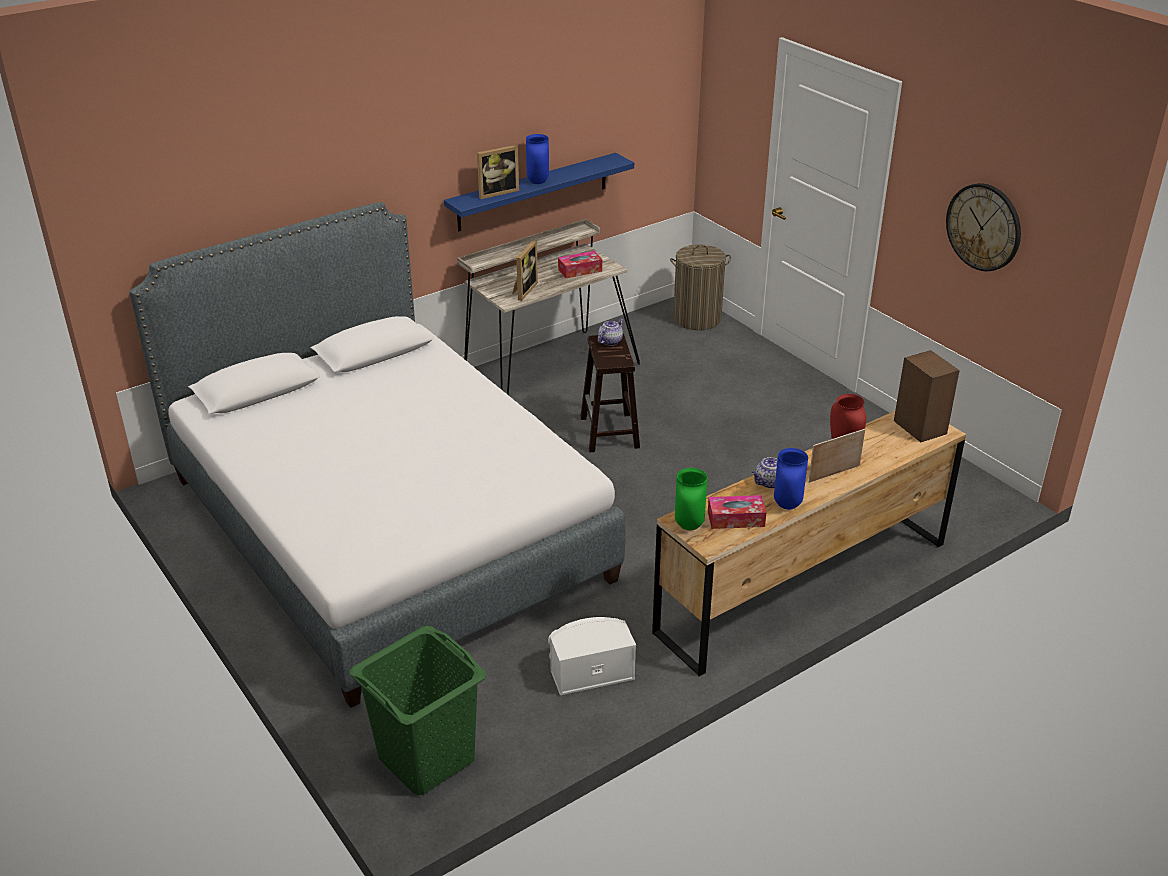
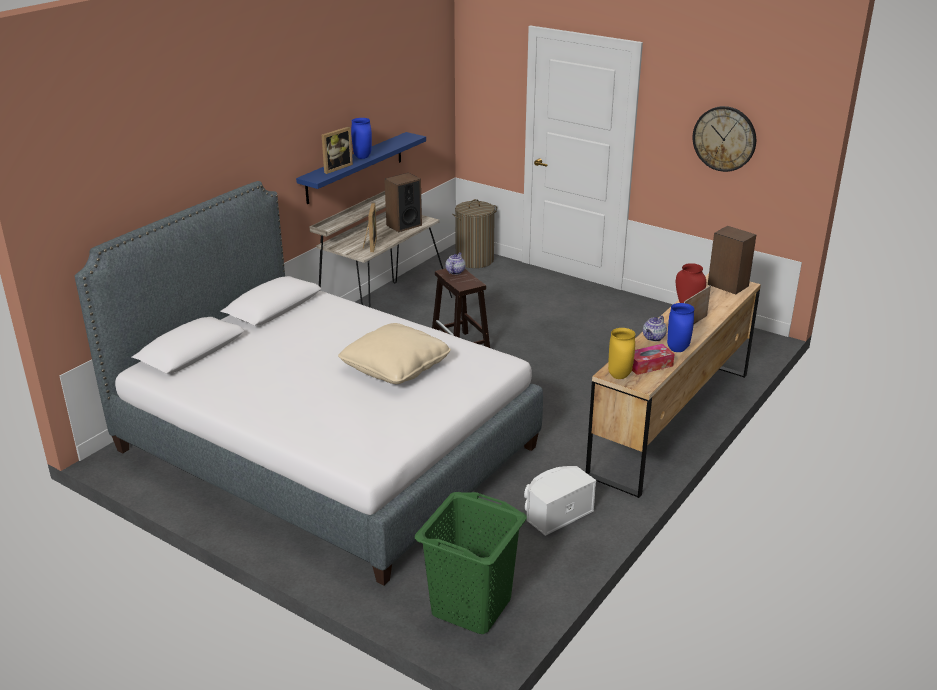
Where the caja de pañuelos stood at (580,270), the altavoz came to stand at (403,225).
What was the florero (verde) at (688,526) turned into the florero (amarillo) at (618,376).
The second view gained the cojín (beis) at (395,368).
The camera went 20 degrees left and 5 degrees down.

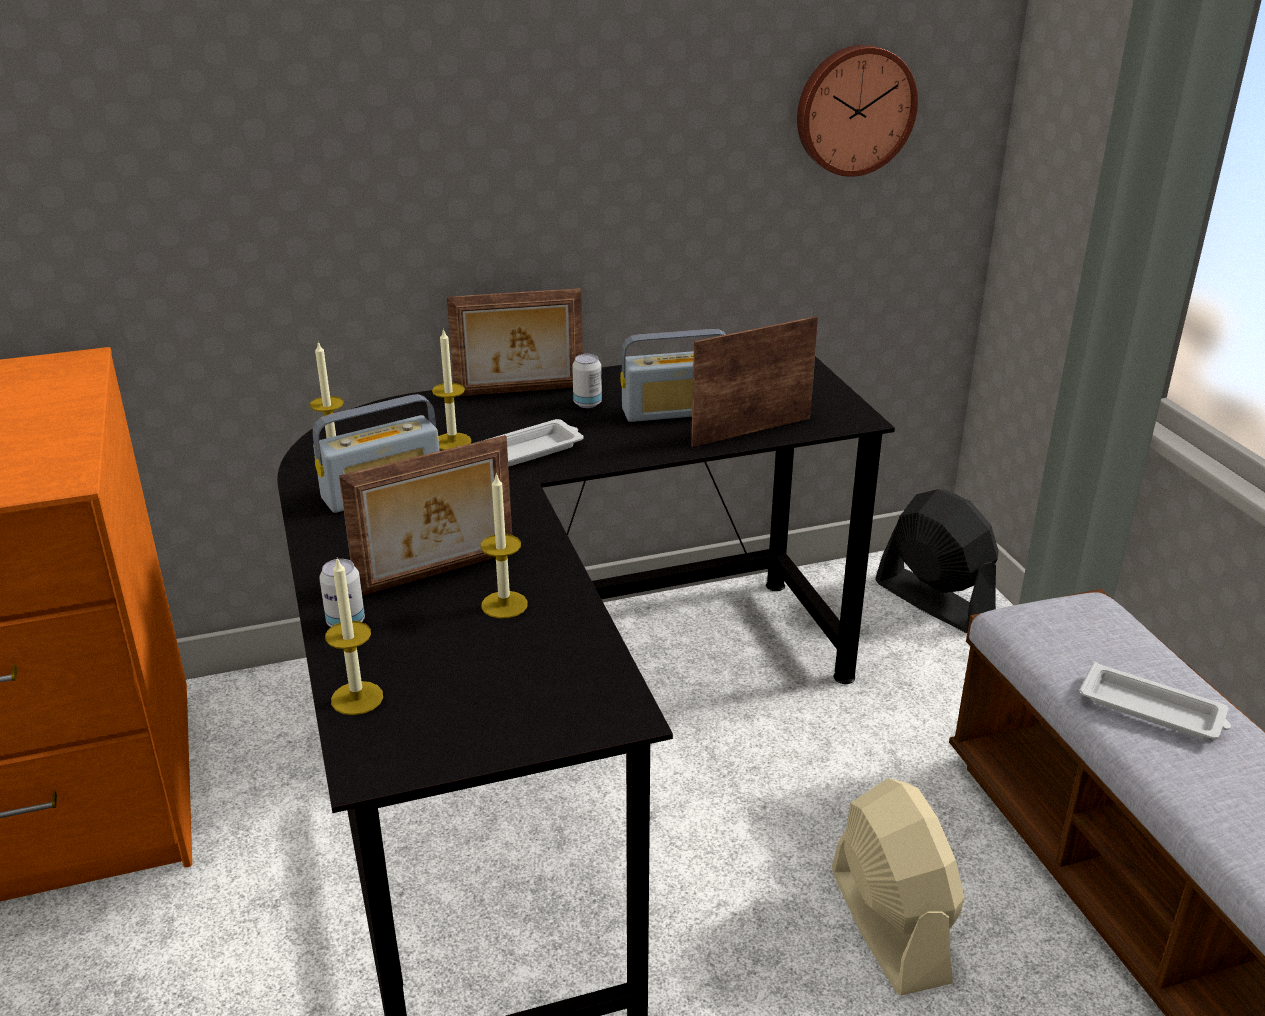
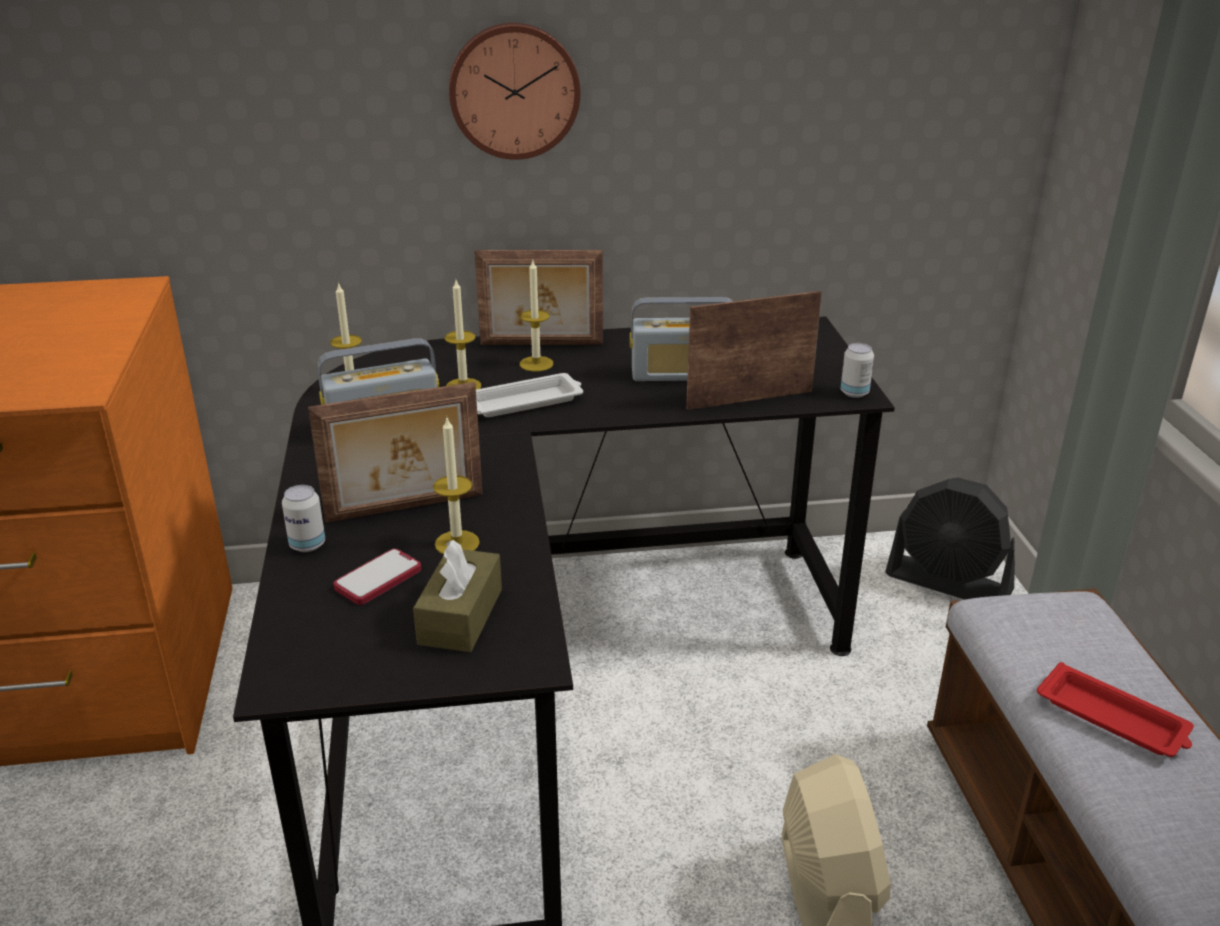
The reloj de pared ended up elsewhere, having gone from (854,110) to (514,90).
The lata ended up elsewhere, having gone from (587,403) to (854,393).
The ventilador (negro) at (933,600) ended up facing another way, 150 degrees clockwise from before.
The vela ended up elsewhere, having gone from (357,698) to (536,364).
What was the bandeja (blanco) at (1153,710) turned into the bandeja (rojo) at (1114,719).
The second view gained the caja de pañuelos (marrón) at (460,616).
The second view gained the móvil at (378,579).
The camera went 10 degrees right and 0 degrees up.

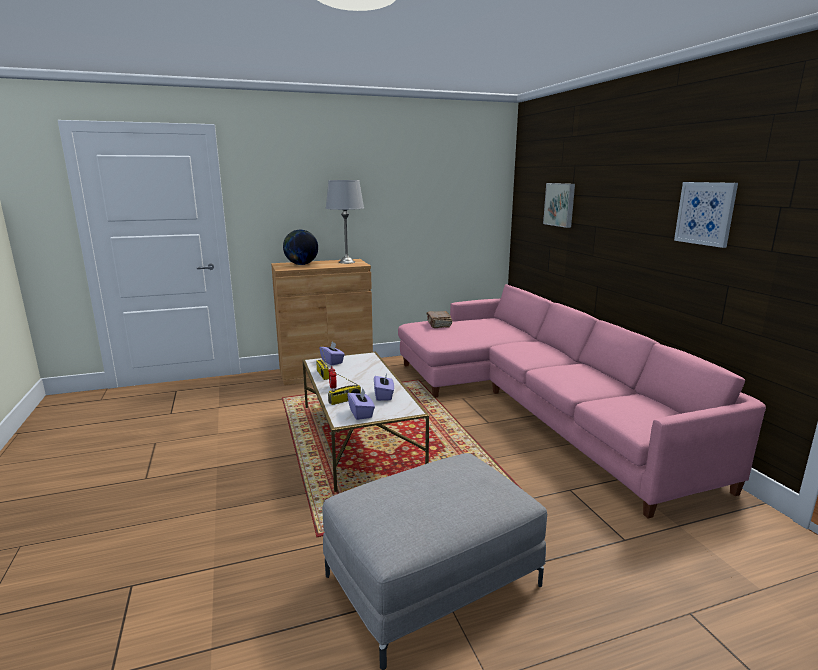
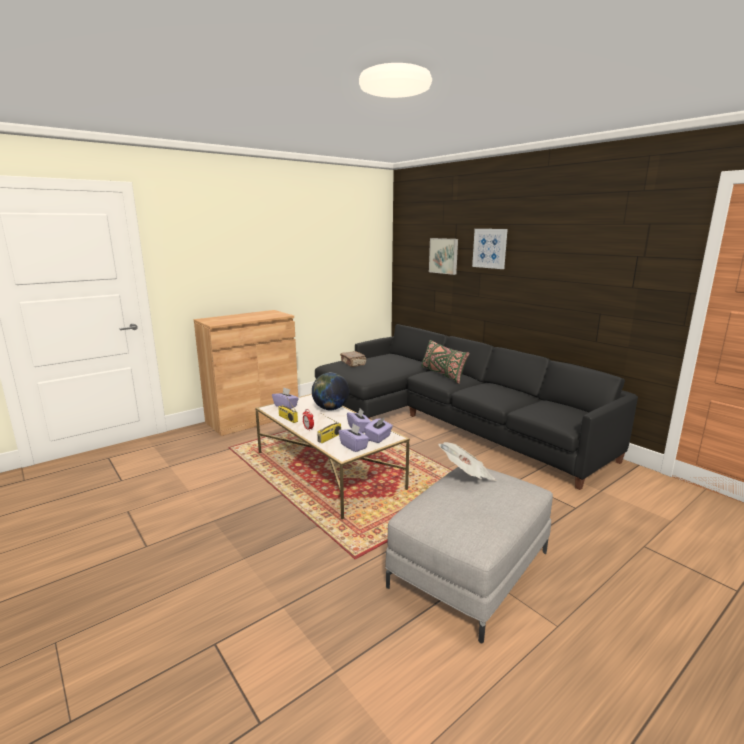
The second view lost the lámpara de mesa (gris) at (346,262).
The cuadro ended up elsewhere, having gone from (705,213) to (490,248).
The globo terráqueo ended up elsewhere, having gone from (301,264) to (330,409).
What was the sofá (rosa) at (532,402) turned into the sofá (negro) at (446,419).
The second view gained the cojín (verde) at (442,374).
The second view gained the caja de pañuelos (morado) at (378,438).
The second view gained the periódico at (466,475).
The camera went 20 degrees left and 0 degrees up.

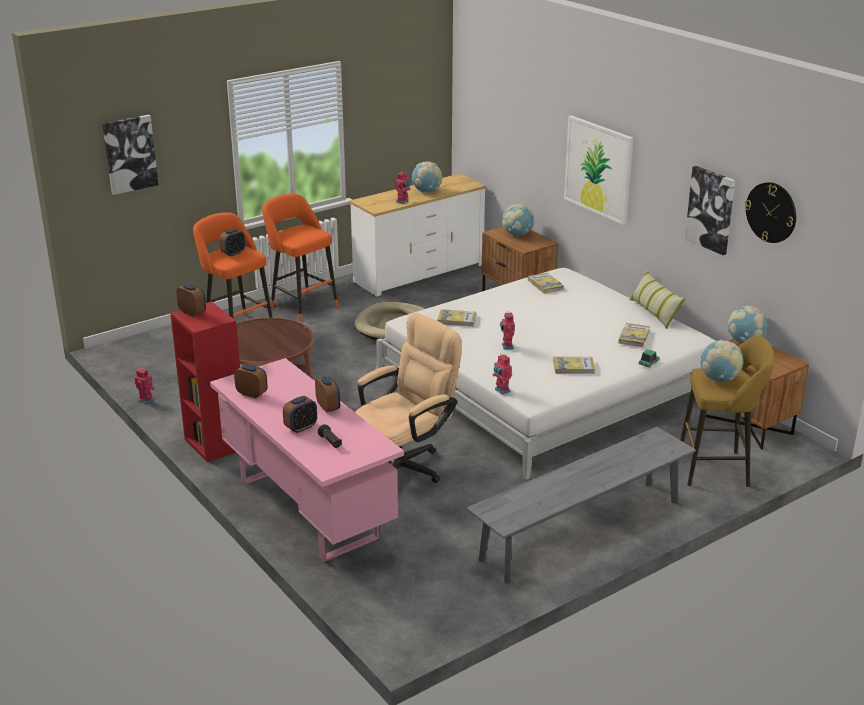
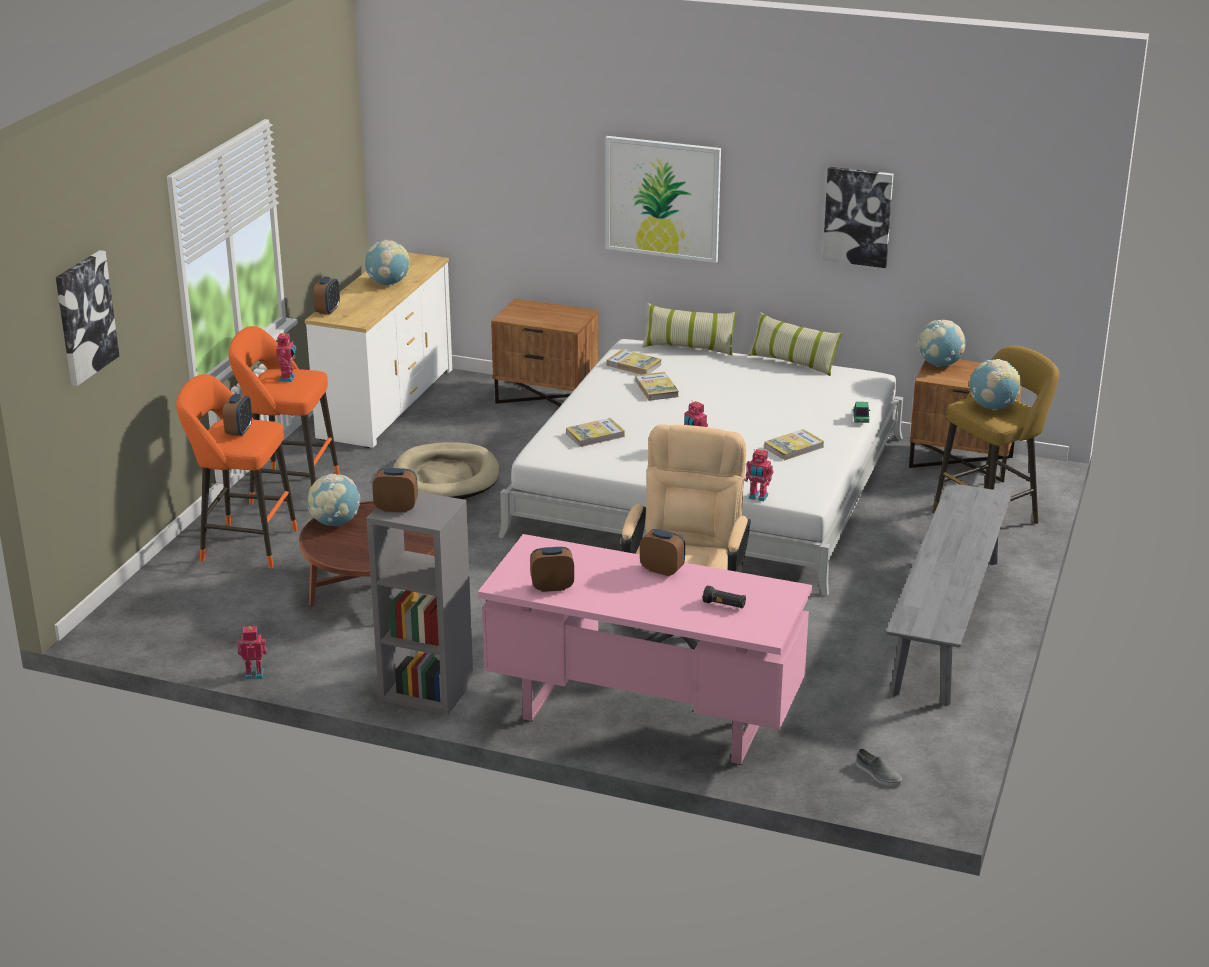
The robot de juguete ended up elsewhere, having gone from (403,202) to (288,378).
The second view lost the reloj de pared at (771,212).
The globo terráqueo ended up elsewhere, having gone from (517,234) to (335,523).
What was the estantería (rojo) at (214,444) turned into the estantería (gris) at (425,690).
The libro ended up elsewhere, having gone from (634,337) to (656,389).
The despertador ended up elsewhere, having gone from (301,428) to (328,310).
The second view gained the cojín at (688,347).
The second view gained the zapato (gris) at (878,774).
The camera went 35 degrees left and 0 degrees up.

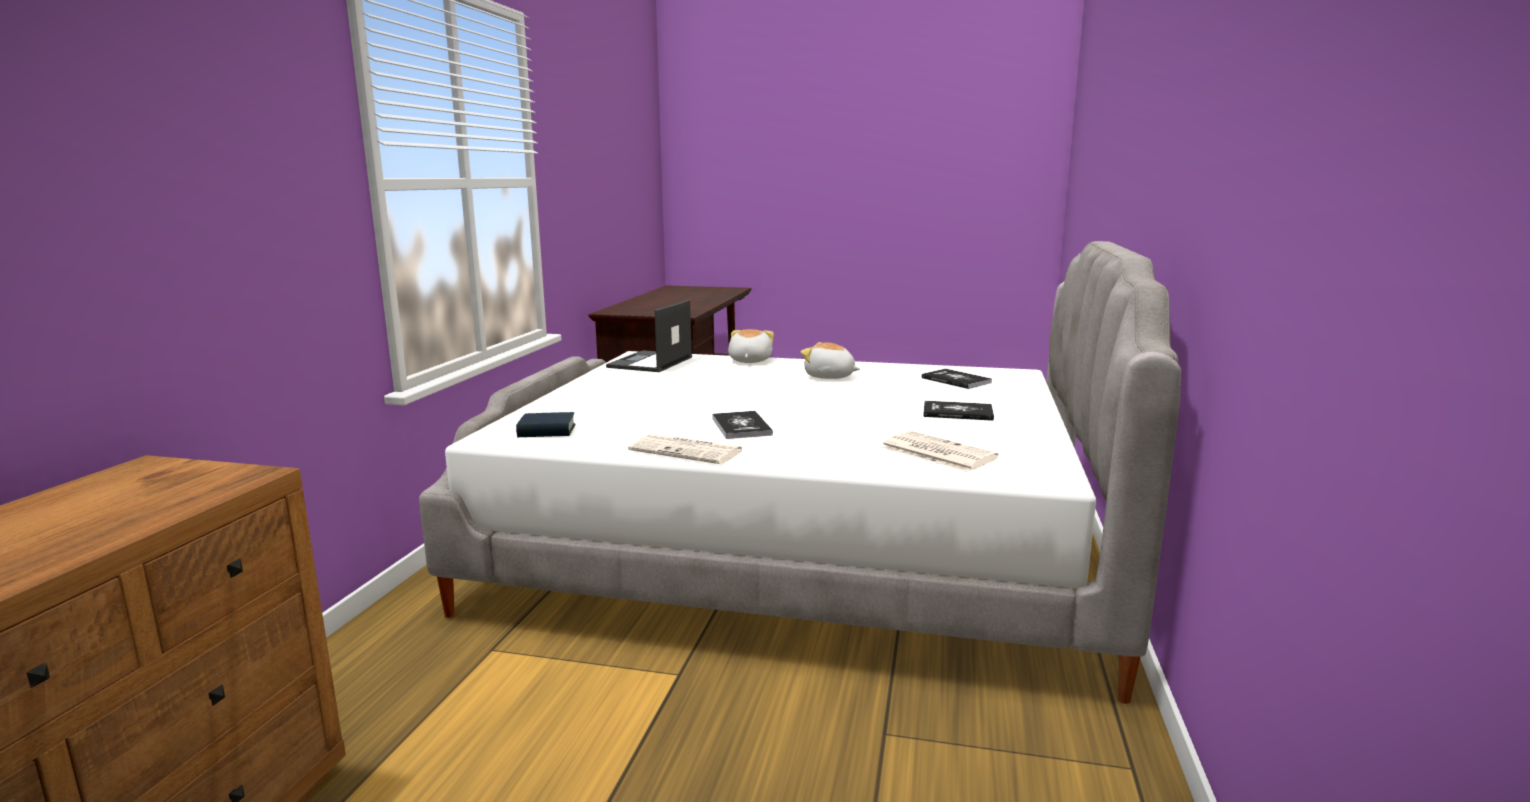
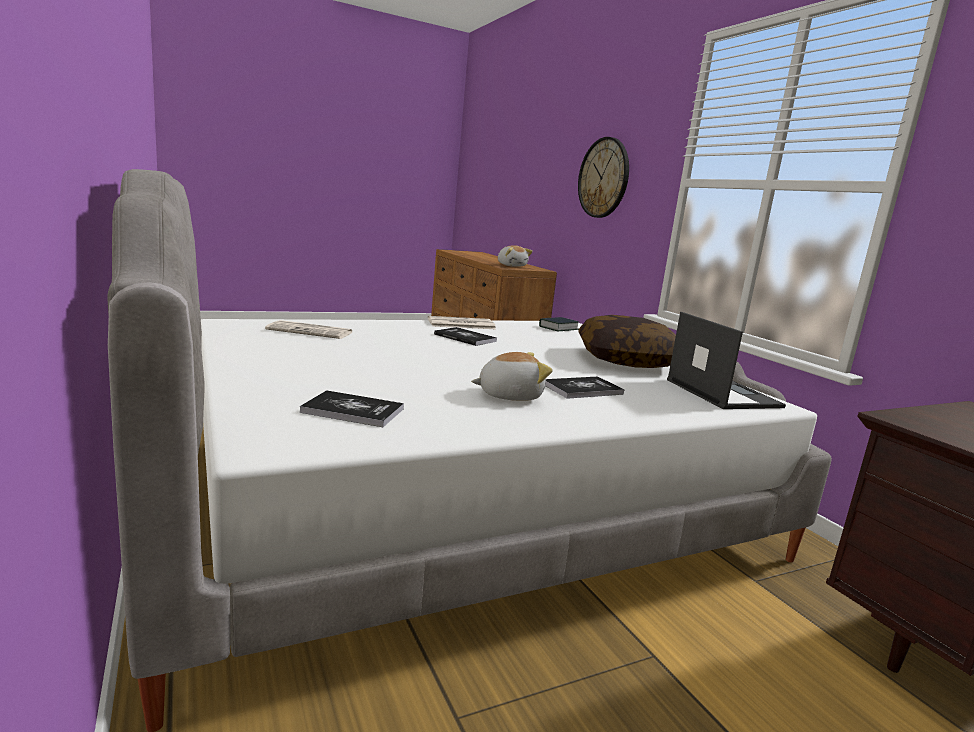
The peluche ended up elsewhere, having gone from (749,361) to (511,266).
The libro ended up elsewhere, having gone from (957,412) to (582,389).
The second view gained the reloj de pared at (603,178).
The second view gained the cojín at (625,360).
The camera went 140 degrees right and 0 degrees up.

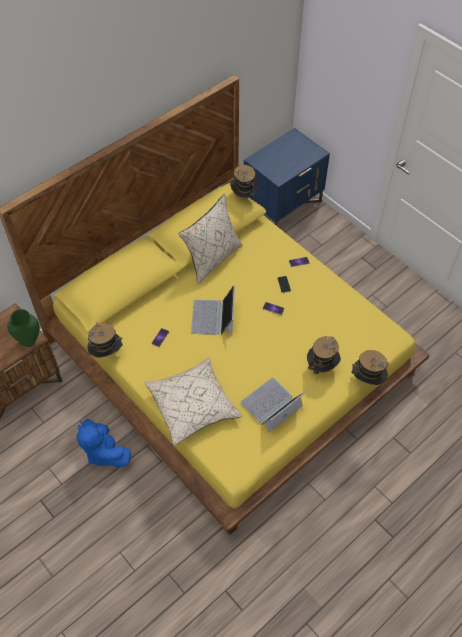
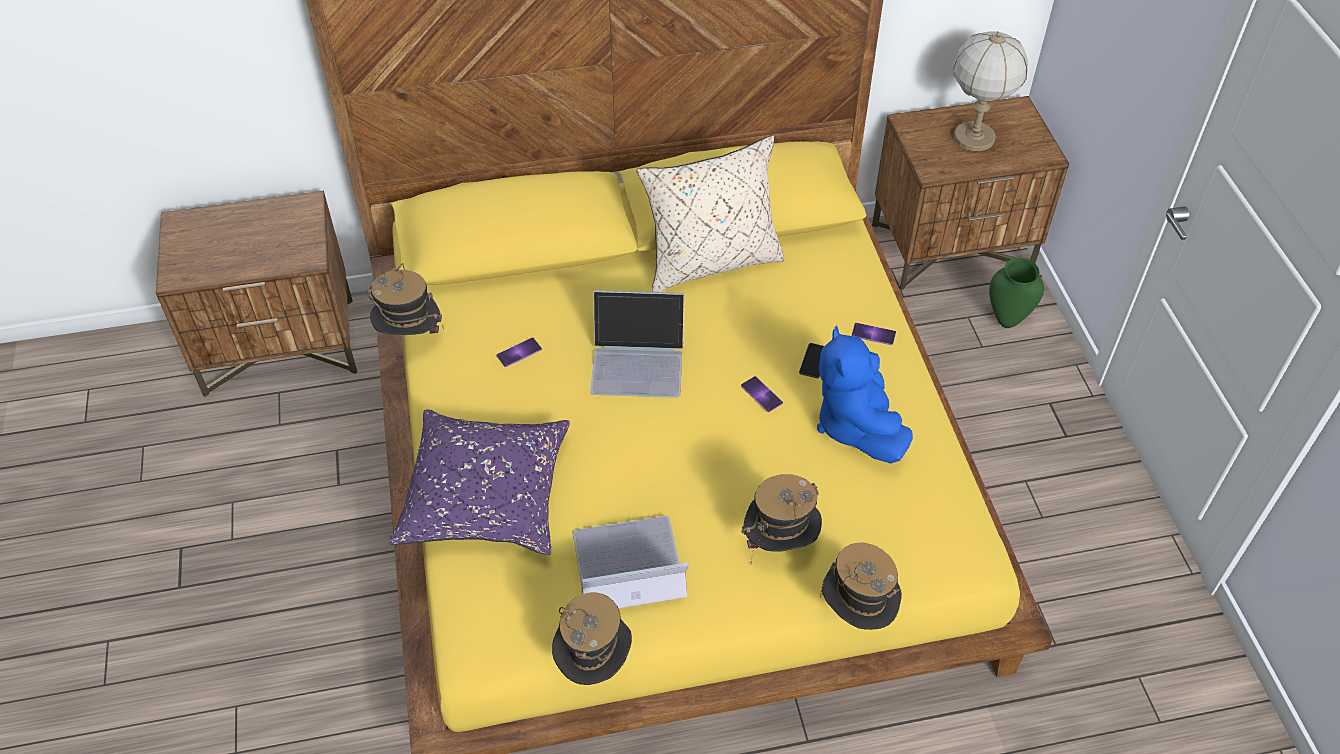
What was the mesita de noche (azul) at (283,205) turned into the mesita de noche (marrón) at (952,247).
The sombrero ended up elsewhere, having gone from (244,197) to (594,665).
The portátil at (213,317) ended up facing another way, 120 degrees counterclockwise from before.
The florero (verde) ended up elsewhere, having gone from (29,341) to (1007,320).
What was the cojín (beis) at (193,405) turned into the cojín (morado) at (487,495).
The peluche (azul) ended up elsewhere, having gone from (104,452) to (856,424).
The second view gained the lámpara de mesa at (974,138).
The camera went 30 degrees right and 5 degrees down.

